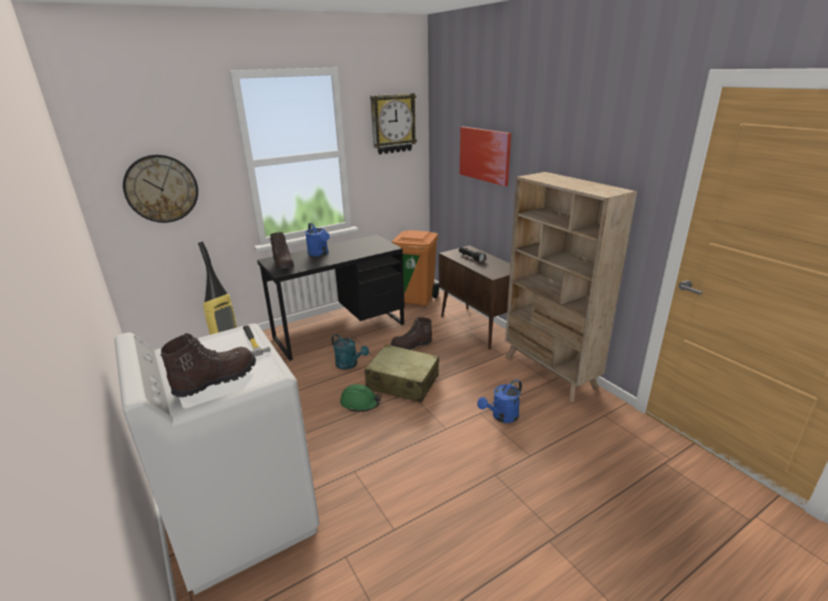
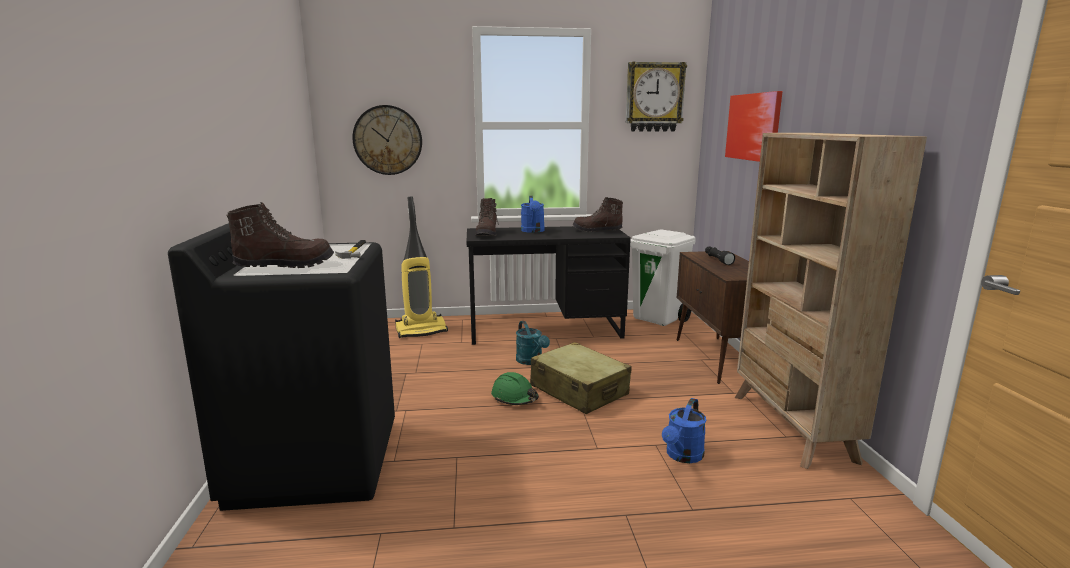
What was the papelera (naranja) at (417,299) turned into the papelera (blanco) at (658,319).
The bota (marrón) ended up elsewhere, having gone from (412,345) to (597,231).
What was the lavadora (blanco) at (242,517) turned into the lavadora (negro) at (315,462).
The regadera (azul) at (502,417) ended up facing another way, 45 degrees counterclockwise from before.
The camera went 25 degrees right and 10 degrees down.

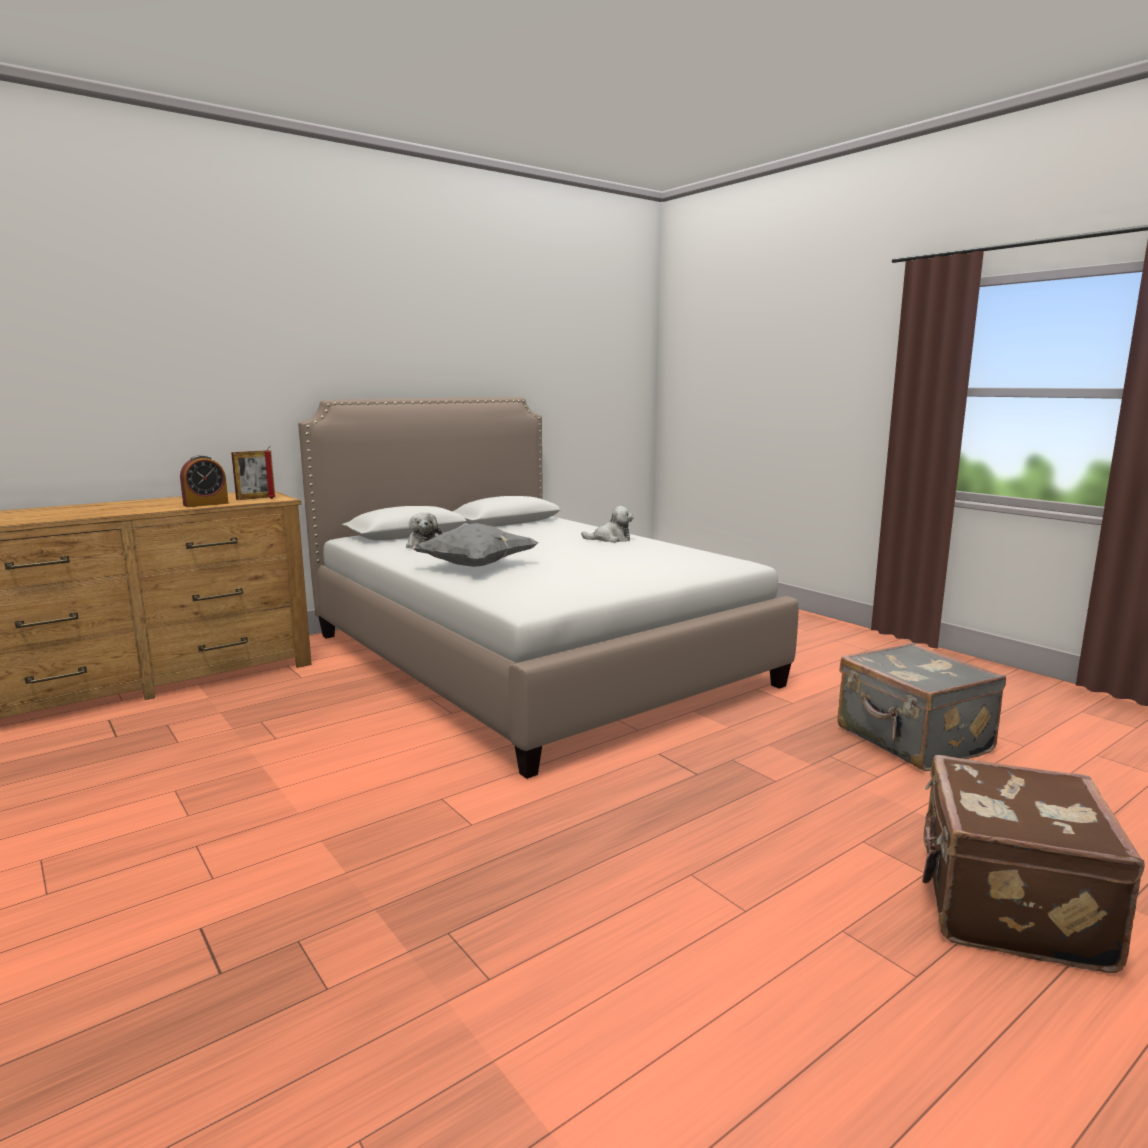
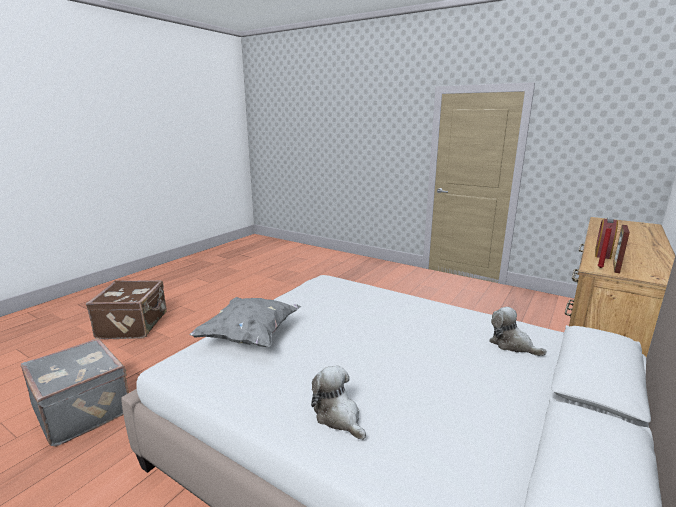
The peluche at (610,539) ended up facing another way, 75 degrees clockwise from before.
The cojín (gris) ended up elsewhere, having gone from (475,566) to (250,336).
The camera went 160 degrees right and 5 degrees up.

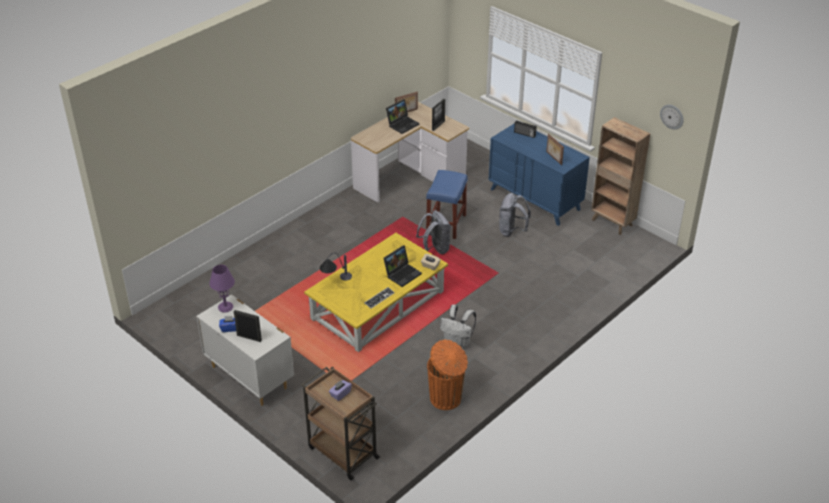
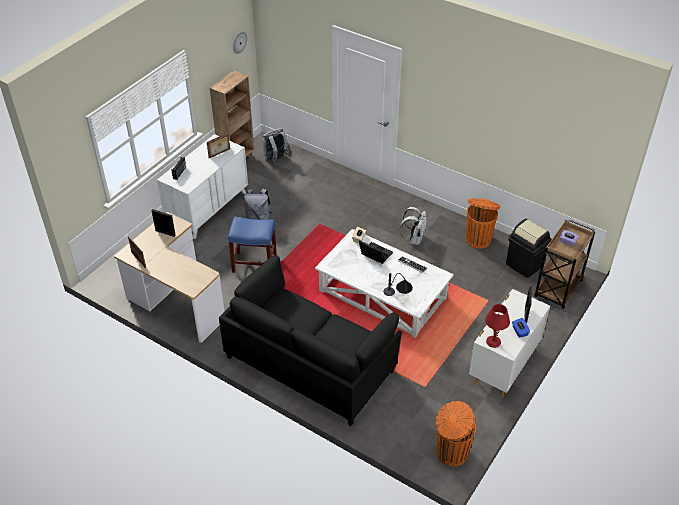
The second view lost the portátil at (402,124).
What was the cómoda (azul) at (535,199) turned into the cómoda (blanco) at (208,209).
The mochila (gris) ended up elsewhere, having gone from (435,249) to (276,160).
What was the mesa de centro (amarillo) at (378,304) turned into the mesa de centro (blanco) at (381,295).
What was the lámpara de mesa (morado) at (225,307) turned into the lámpara de mesa (rojo) at (493,341).
The second view gained the papelera (negro) at (524,264).
The second view gained the sofá (negro) at (310,363).
The second view gained the papelera (naranja) at (451,453).
The camera went 100 degrees left and 5 degrees up.

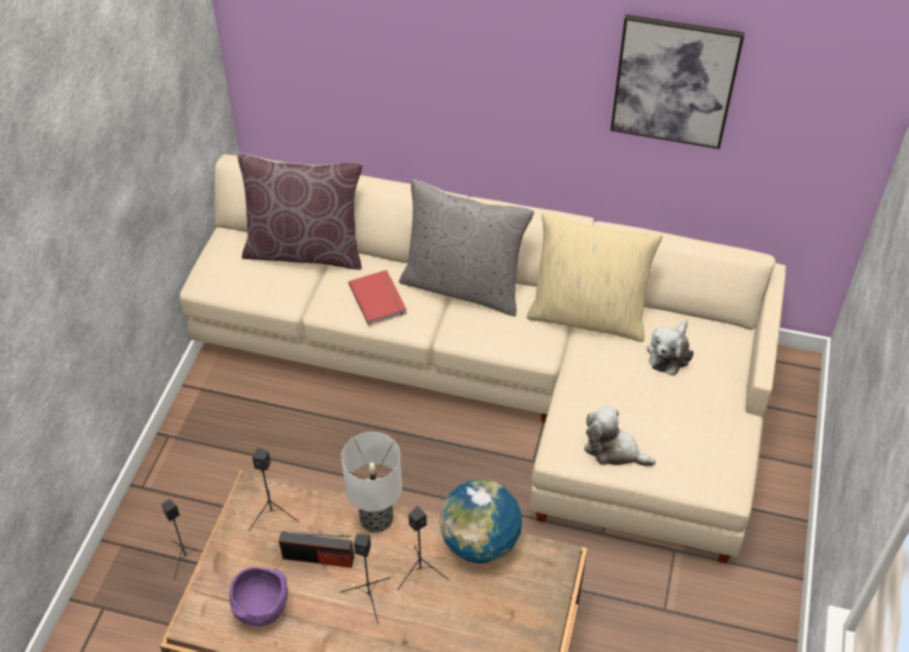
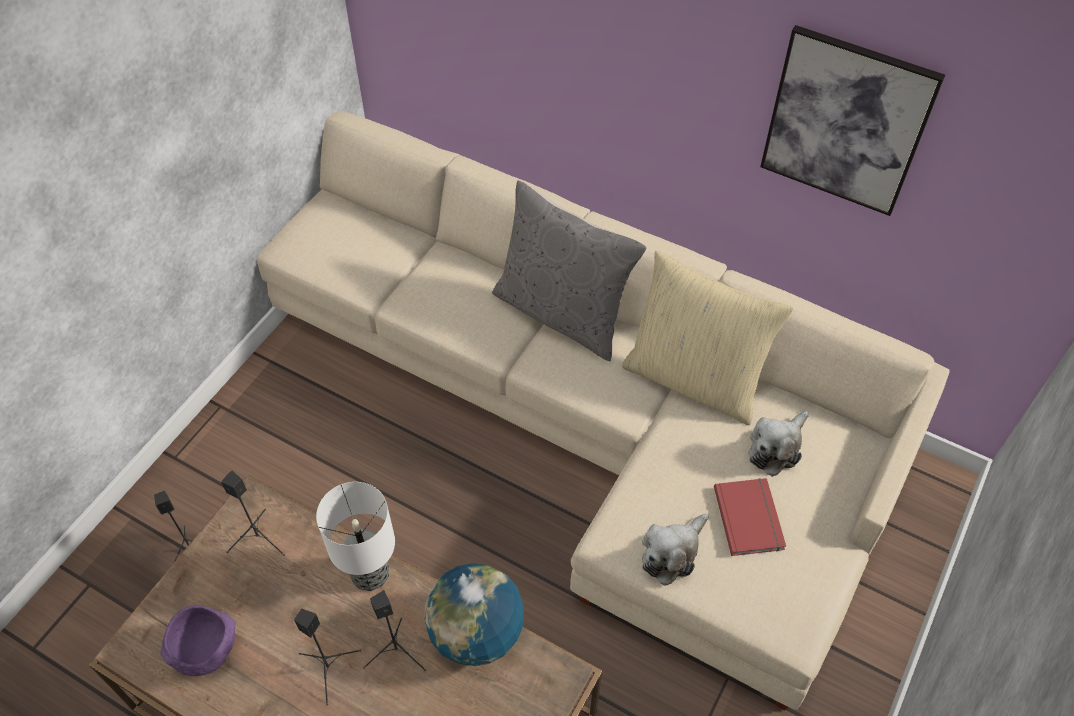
The second view lost the cojín (marrón) at (305,251).
The libro (rojo) ended up elsewhere, having gone from (379,298) to (751,517).
The peluche at (613,450) ended up facing another way, 90 degrees counterclockwise from before.
The second view lost the radio at (318,558).
The camera went 15 degrees right and 5 degrees up.

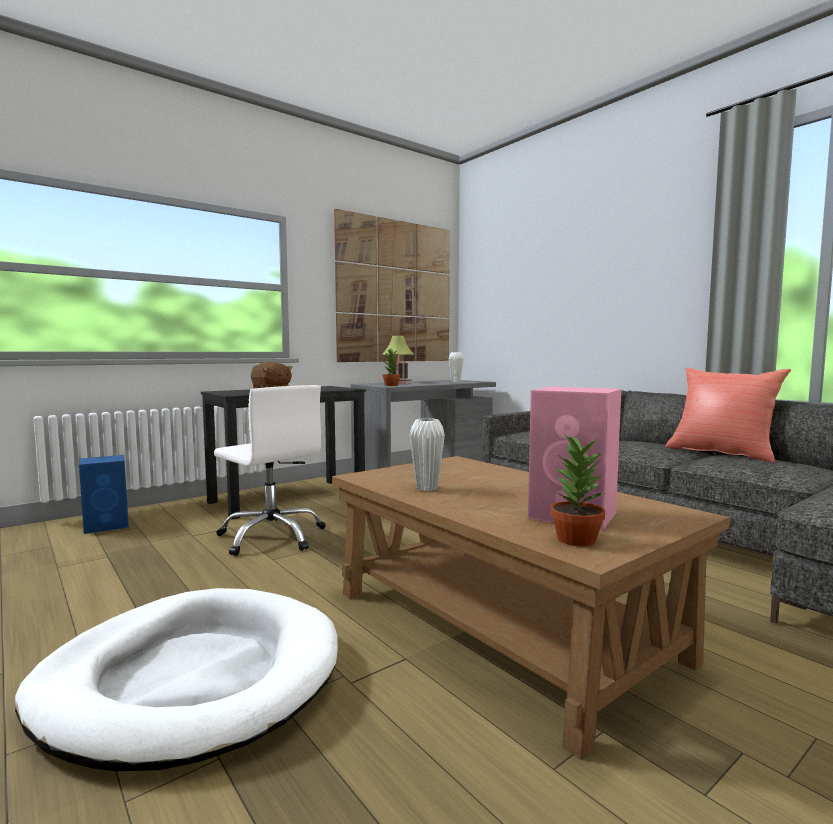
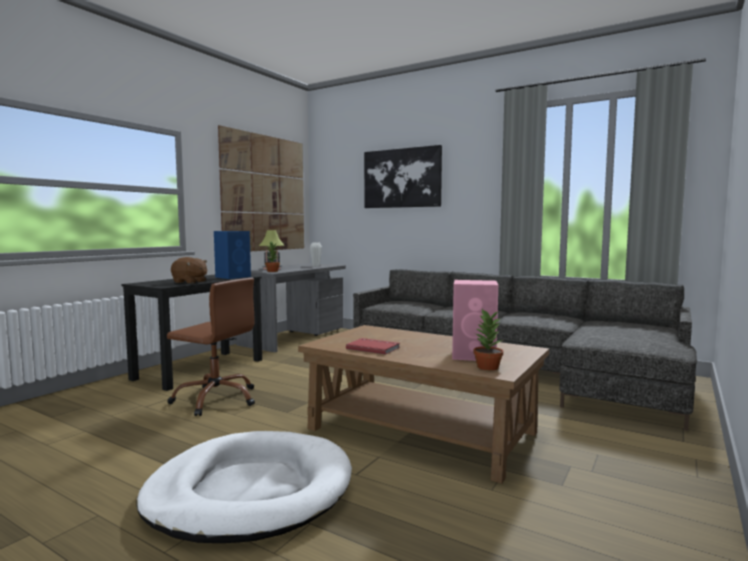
The second view lost the cojín (rojo) at (722,453).
What was the silla de oficina (blanco) at (272,536) turned into the silla de oficina (marrón) at (216,399).
Where the florero (blanco) stood at (427,488), the libro (rojo) came to stand at (373,348).
The altavoz (azul) ended up elsewhere, having gone from (108,525) to (234,277).
The second view gained the cuadro at (402,178).
The camera went 20 degrees left and 0 degrees up.

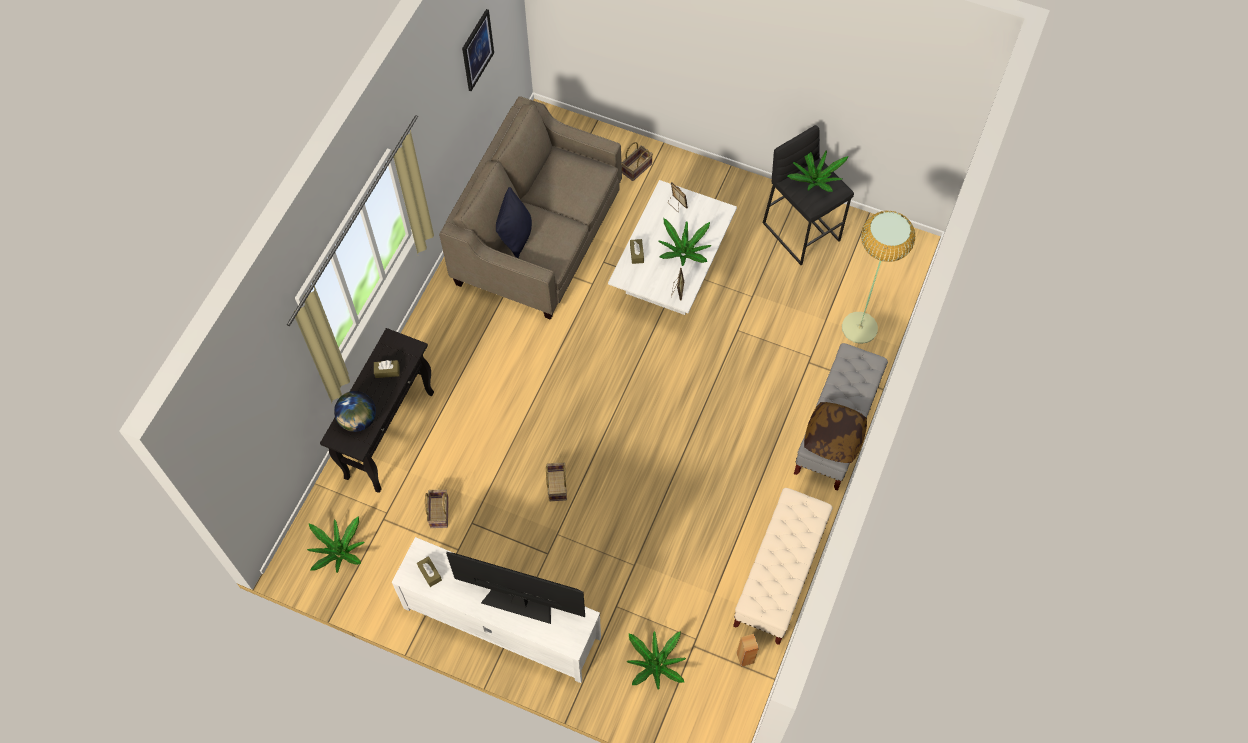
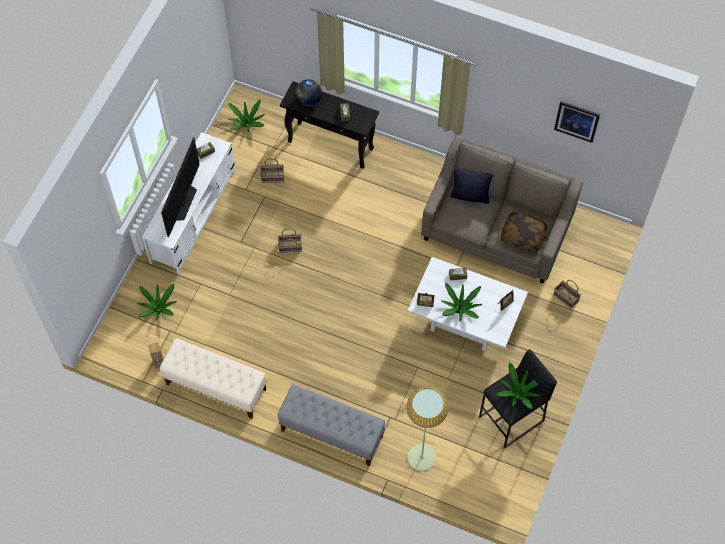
The cojín ended up elsewhere, having gone from (833,437) to (523,236).
The camera went 90 degrees right and 0 degrees up.

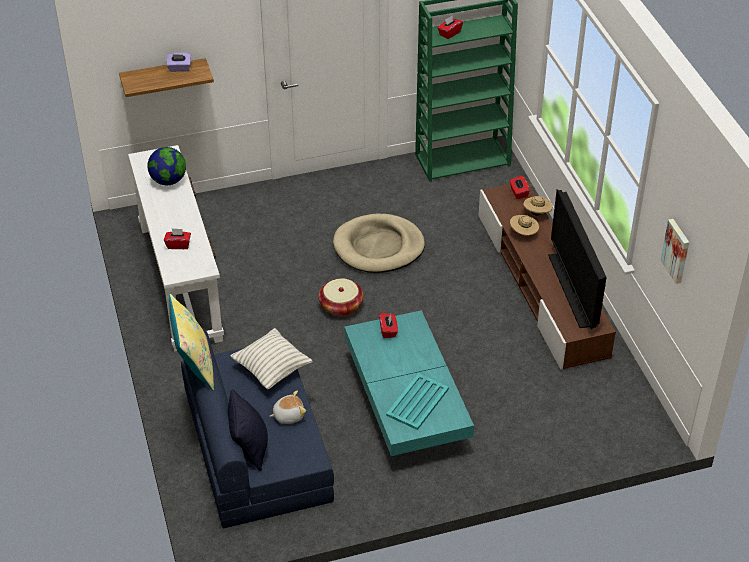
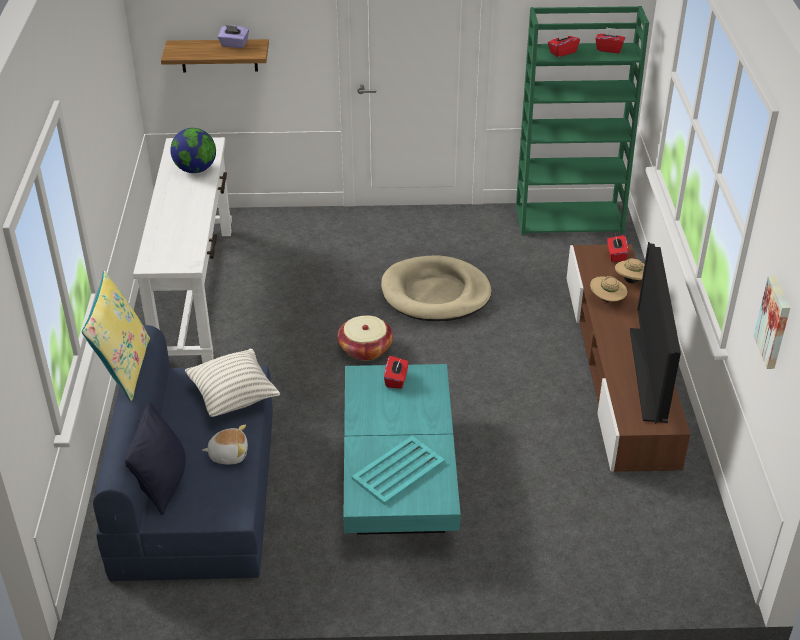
The caja de pañuelos (rojo) ended up elsewhere, having gone from (178,245) to (609,49).
The camera went 15 degrees right and 5 degrees down.

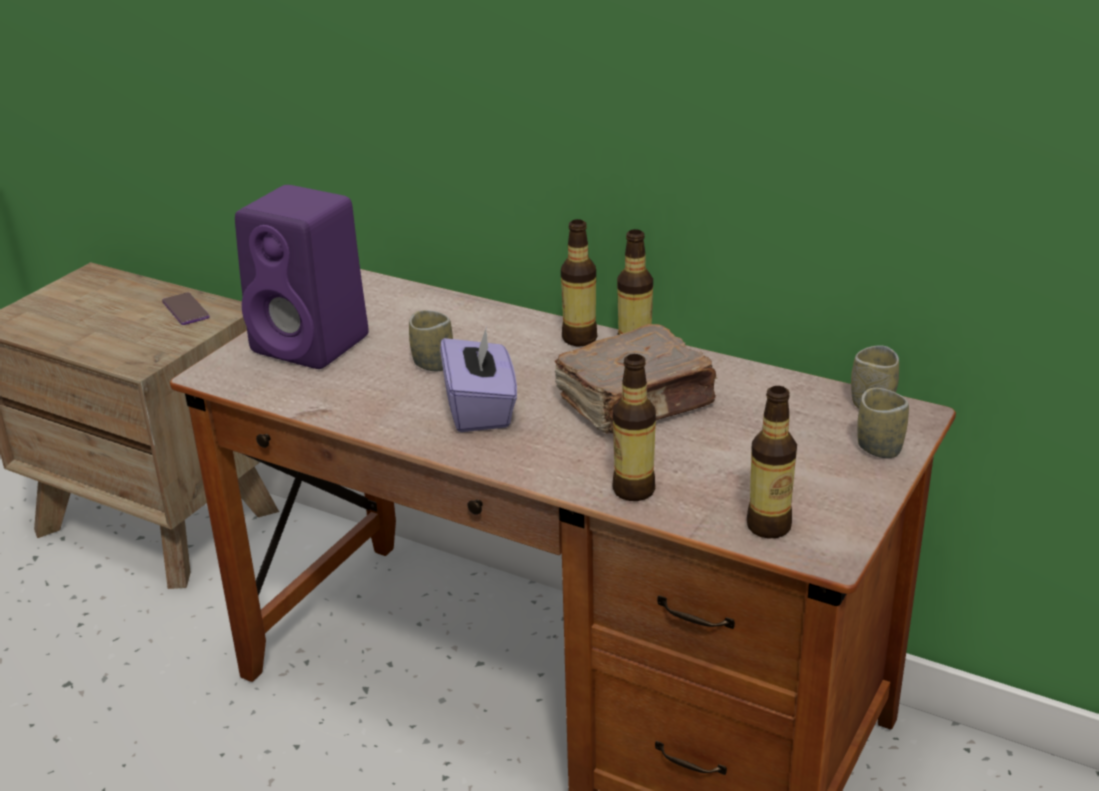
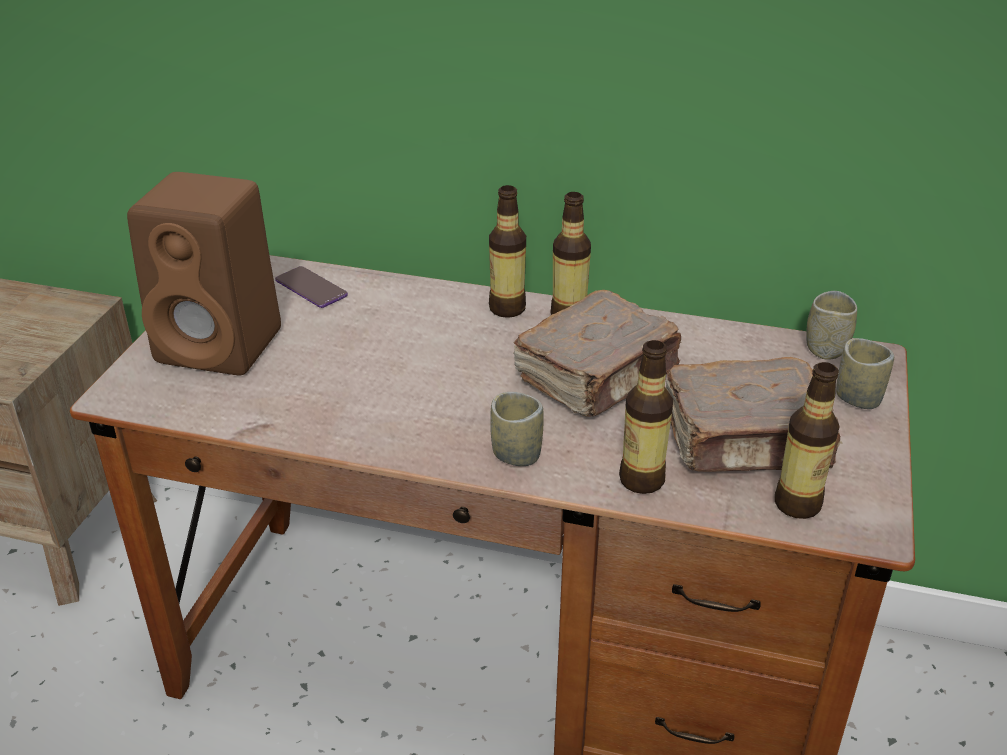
What was the altavoz (morado) at (314,344) turned into the altavoz (marrón) at (224,346).
The móvil ended up elsewhere, having gone from (185,310) to (311,288).
The taza ended up elsewhere, having gone from (433,363) to (516,454).
The second view lost the caja de pañuelos (morado) at (480,409).
The second view gained the libro (marrón) at (747,441).
The camera went 15 degrees left and 5 degrees up.

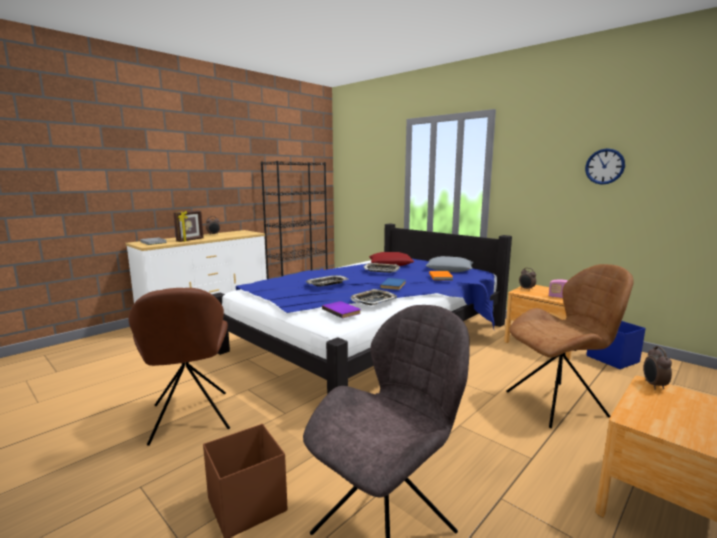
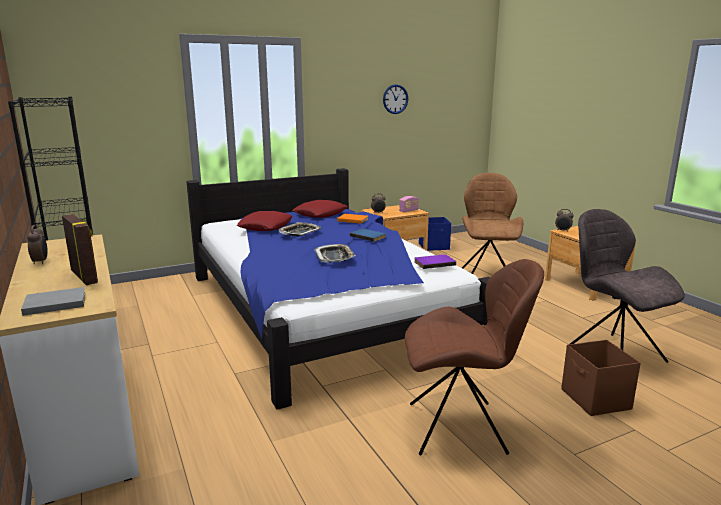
What was the cojín (gris) at (449,269) turned into the cojín (rojo) at (320,214).
The second view lost the bandeja at (373,300).
The camera went 70 degrees left and 5 degrees up.

